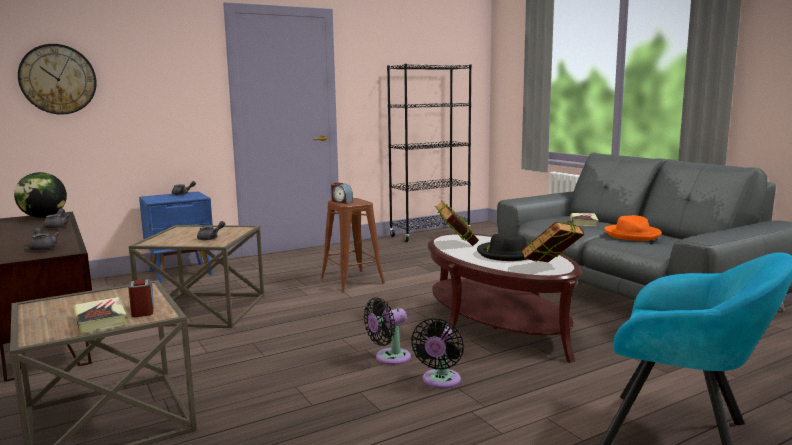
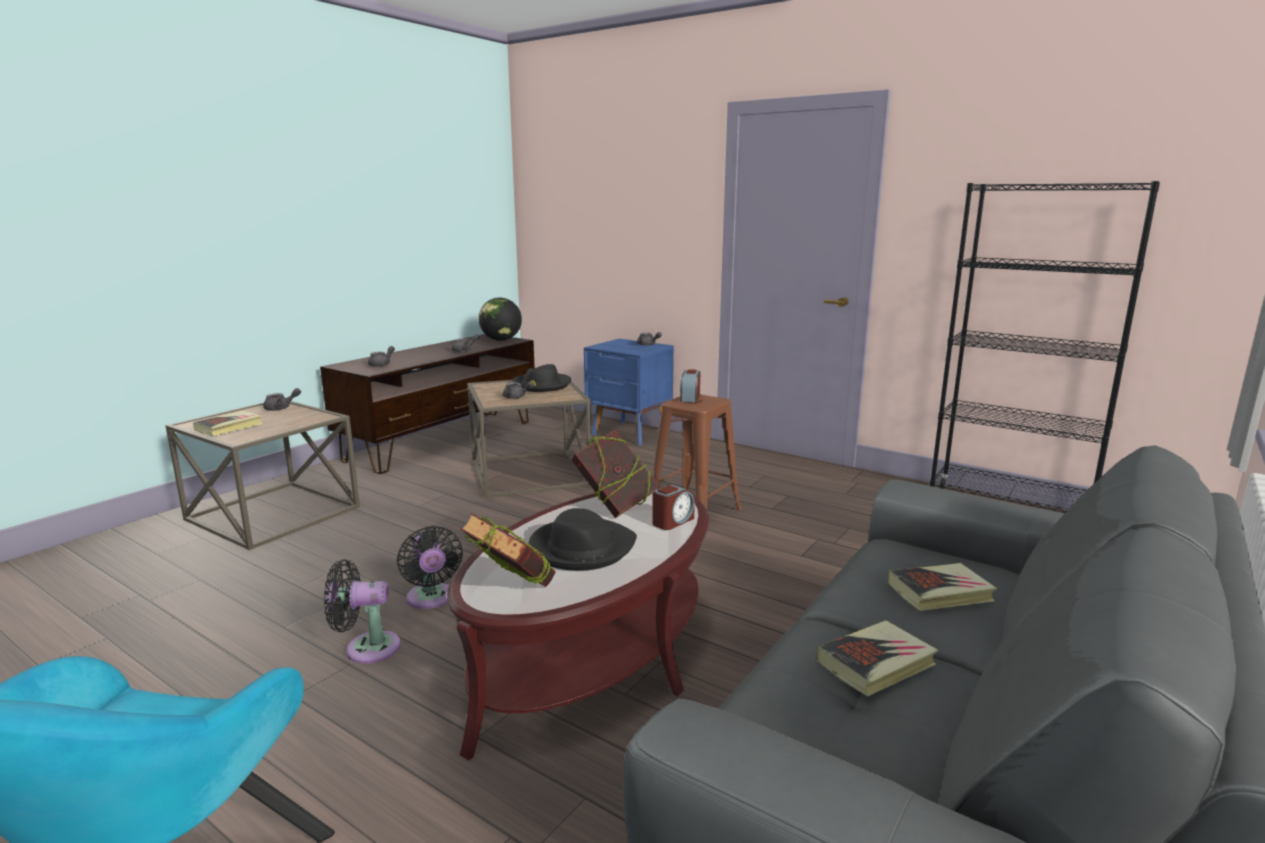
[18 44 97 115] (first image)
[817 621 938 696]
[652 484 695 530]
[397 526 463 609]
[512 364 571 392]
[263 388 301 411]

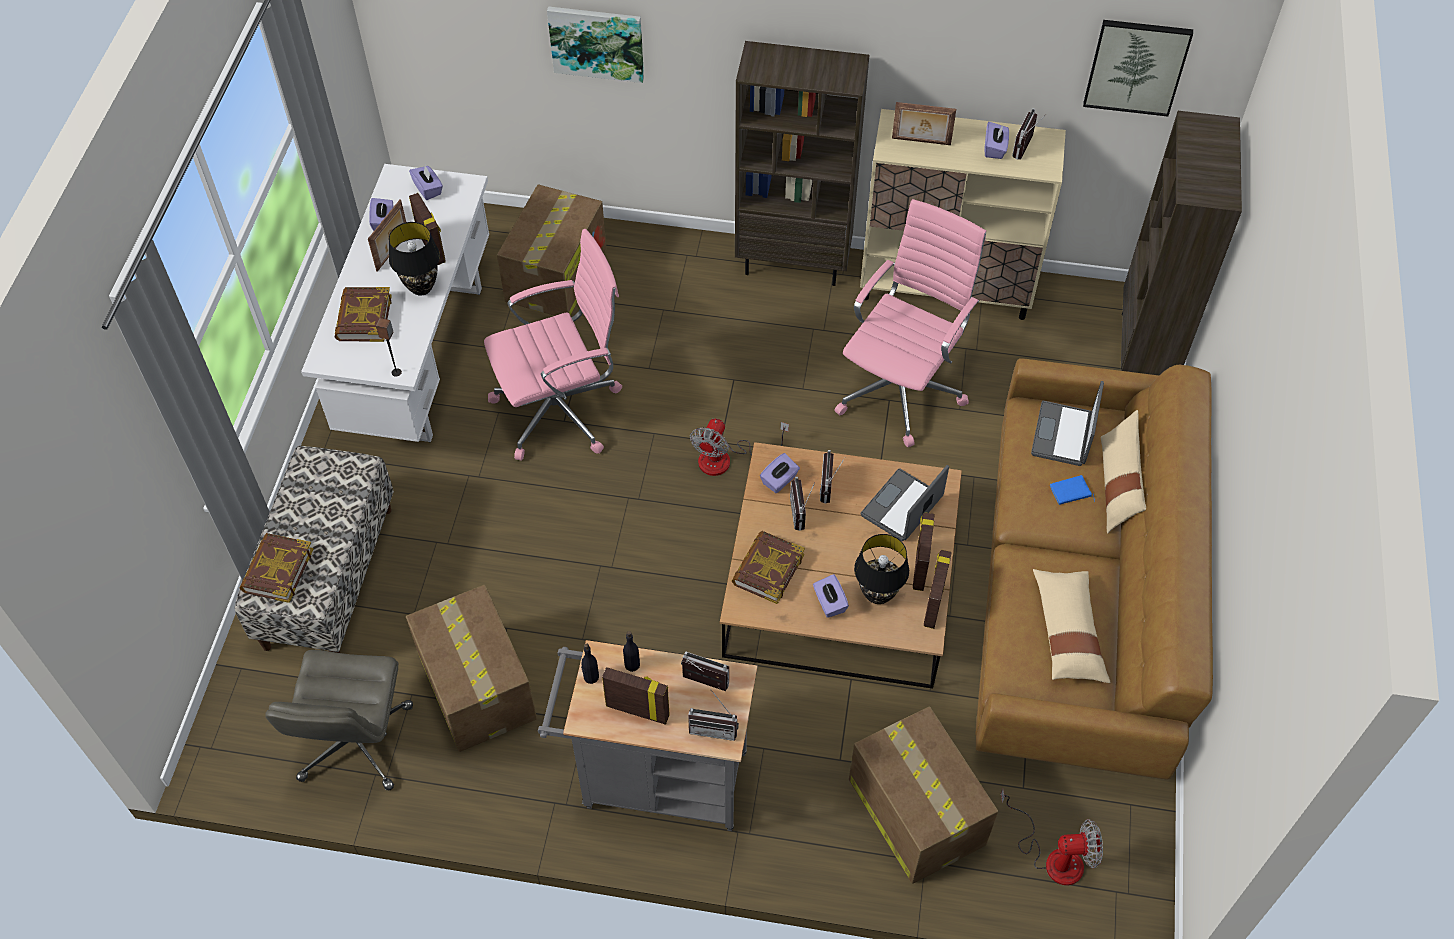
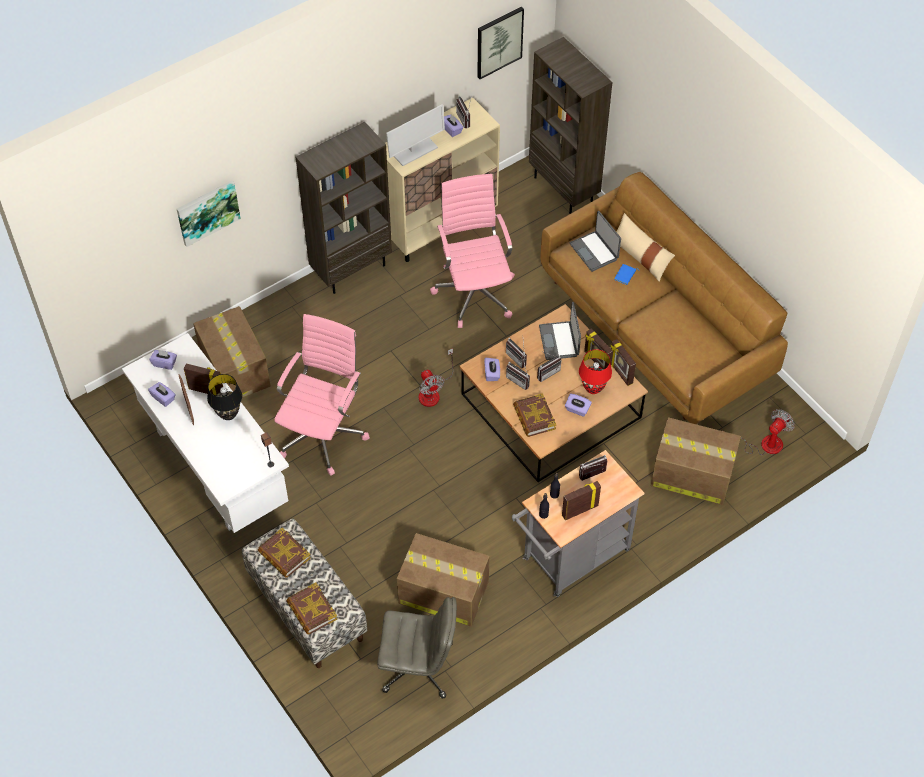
[386 104 445 166]
[258 528 311 577]
[579 349 612 394]
[1033 569 1110 683] (first image)
[377 597 457 698]
[537 352 561 382]

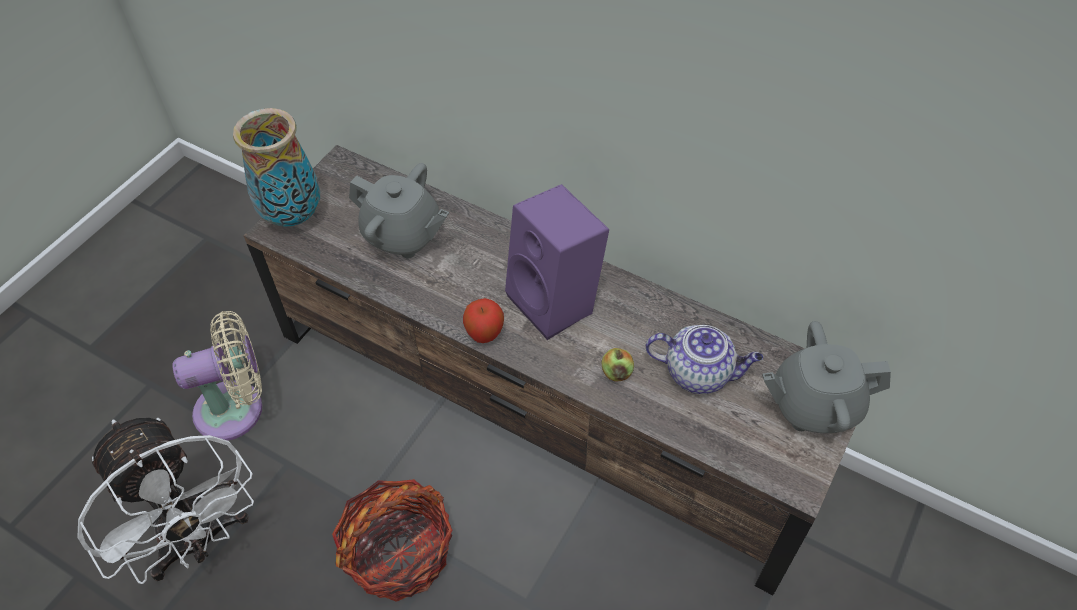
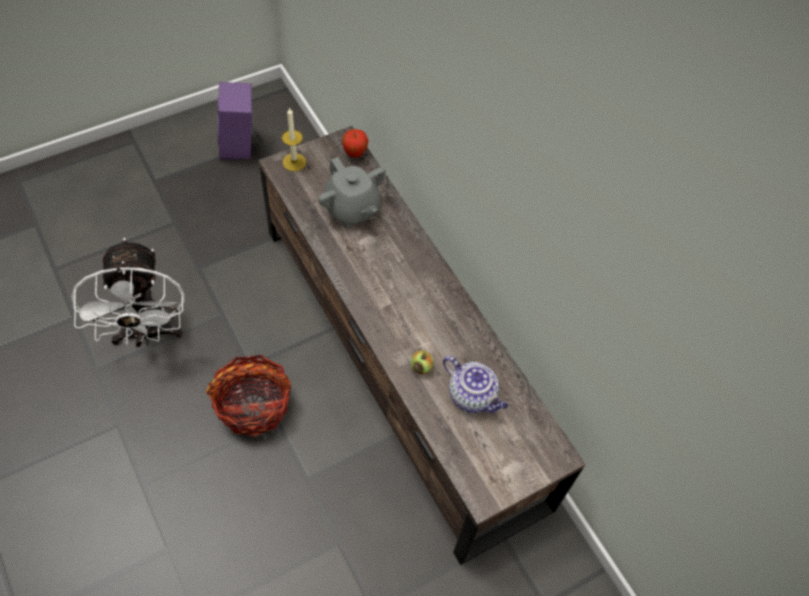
[282 107 306 171]
[218 82 252 160]
[342 129 368 157]
[172 311 262 441] (first image)
[762 321 891 433] (first image)

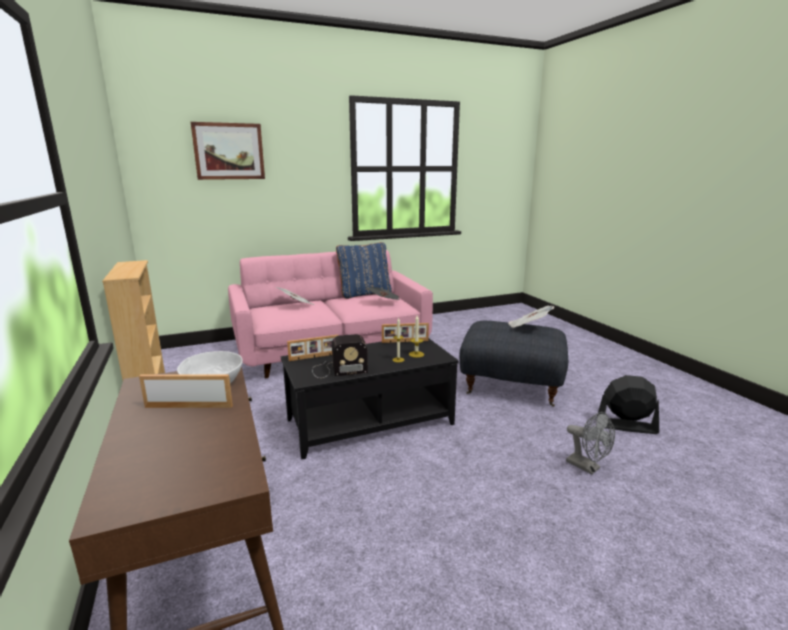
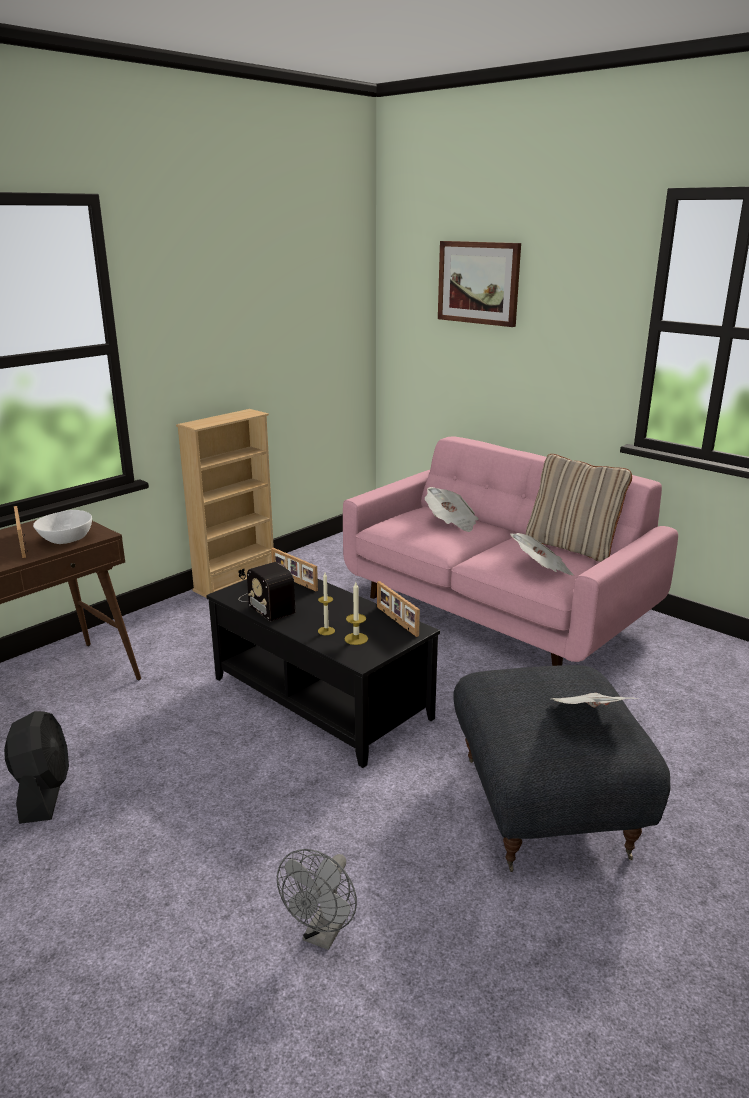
[526 454 632 562]
[4 711 69 824]

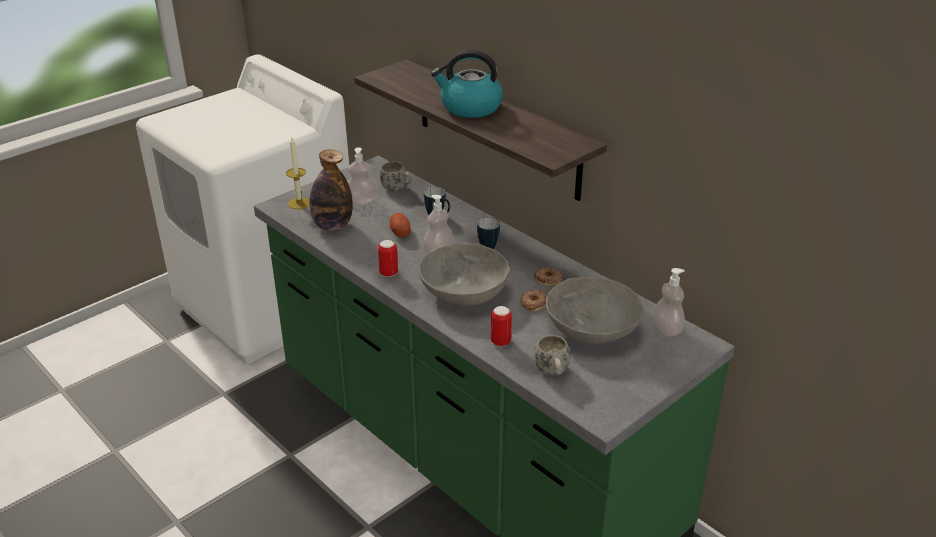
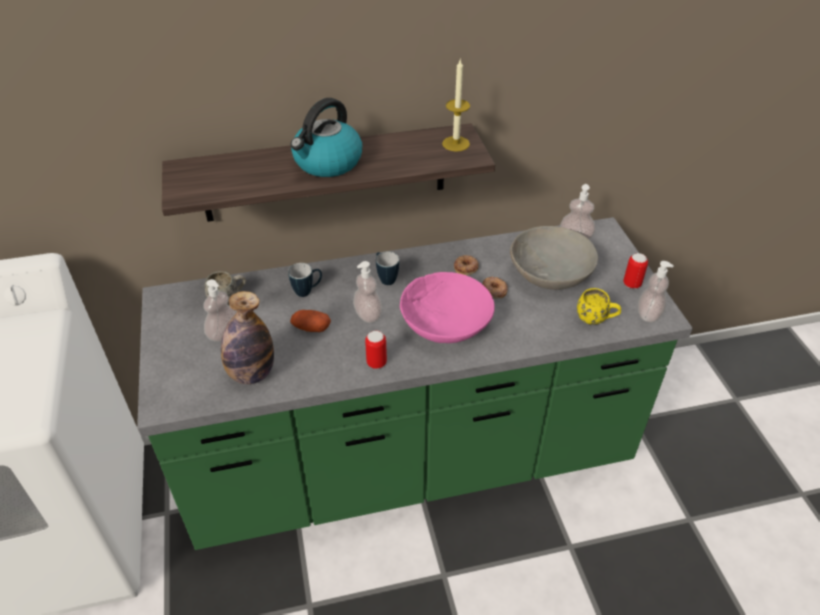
[442 60 470 152]
[400 272 495 343]
[623 253 648 289]
[577 288 621 325]
[638 261 674 323]

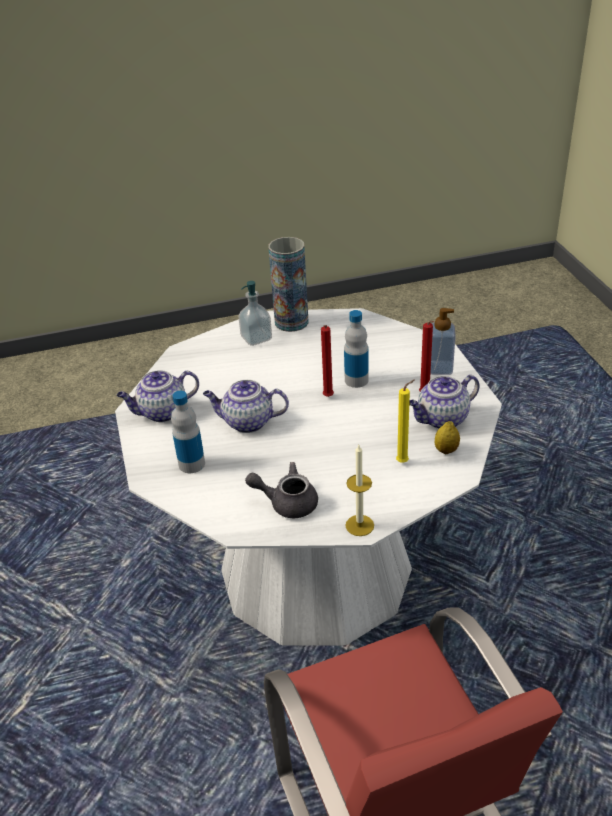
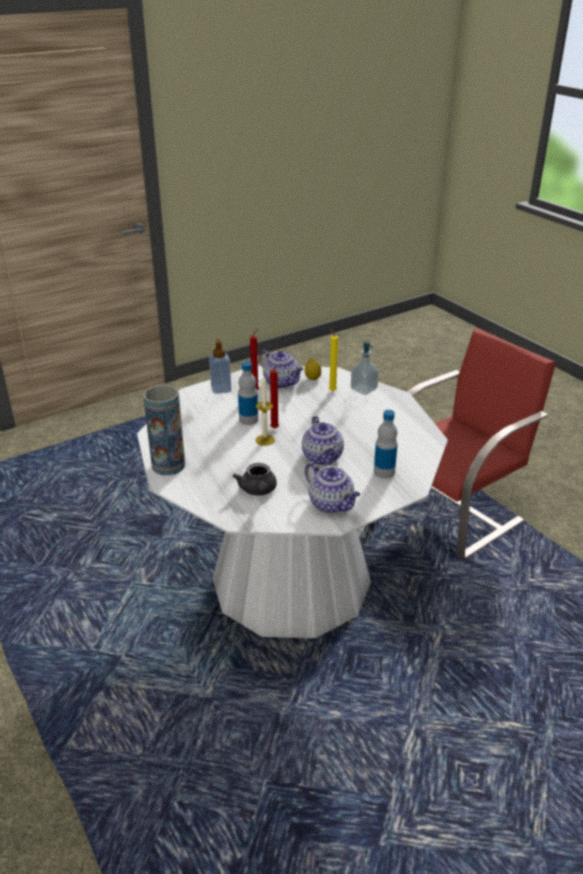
[351 341 379 395]
[255 376 275 446]
[233 463 277 495]

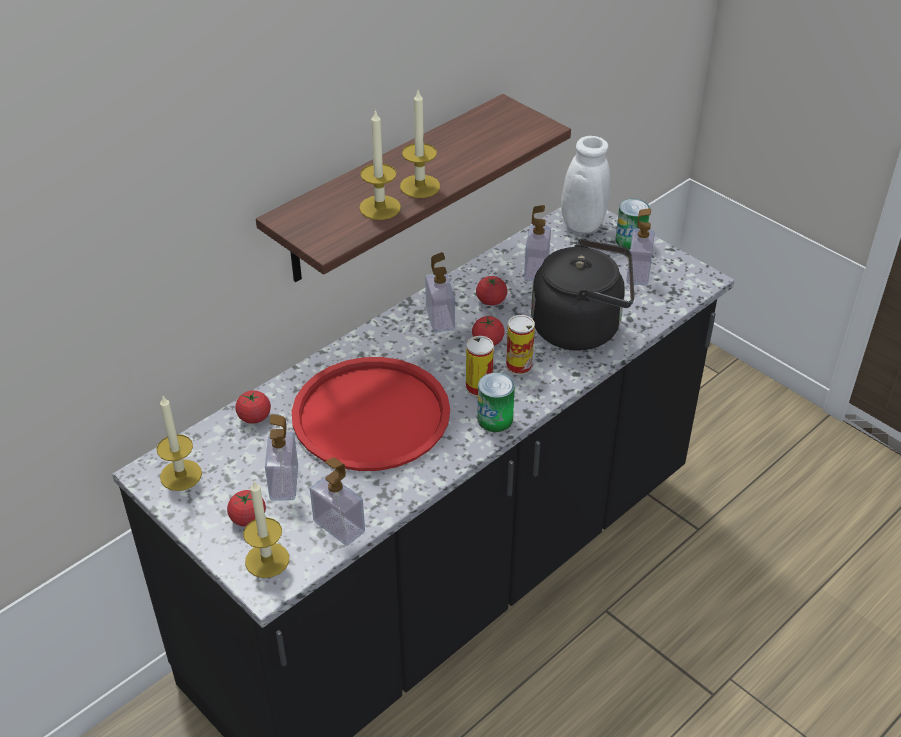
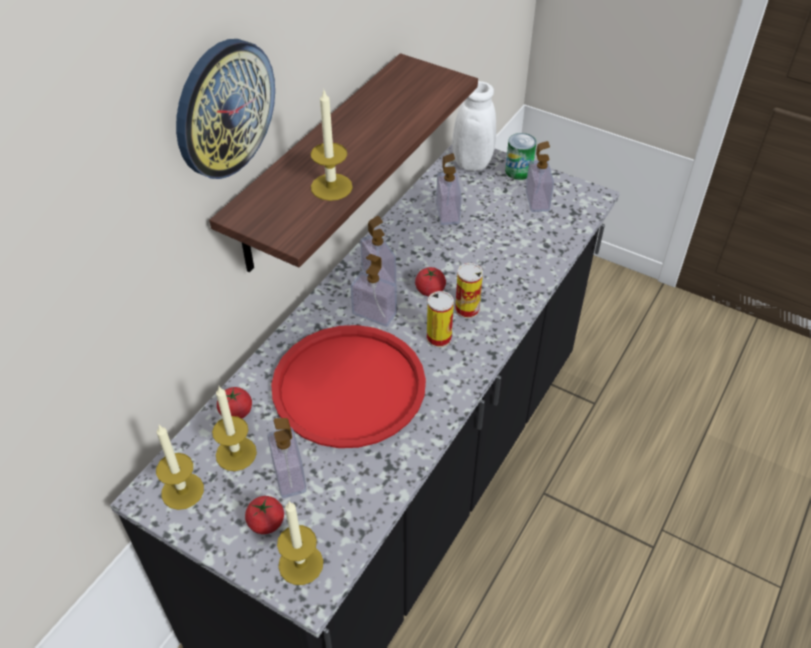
[212 387 257 471]
[531 239 634 351] (first image)
[476 276 507 305] (first image)
[477 373 515 432] (first image)
[351 254 397 327]
[176 39 275 179]

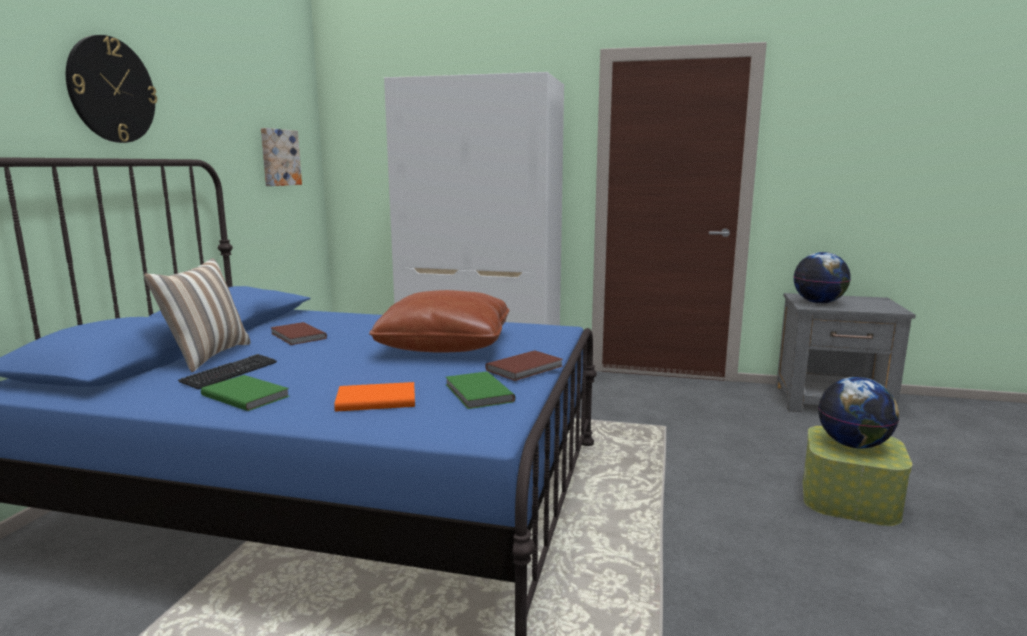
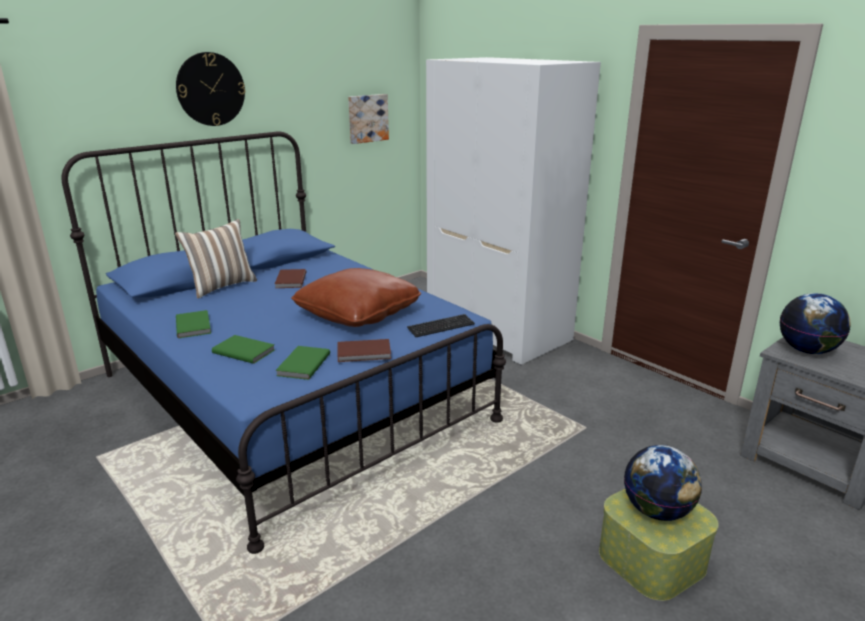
[407 314 475 337]
[212 335 275 364]

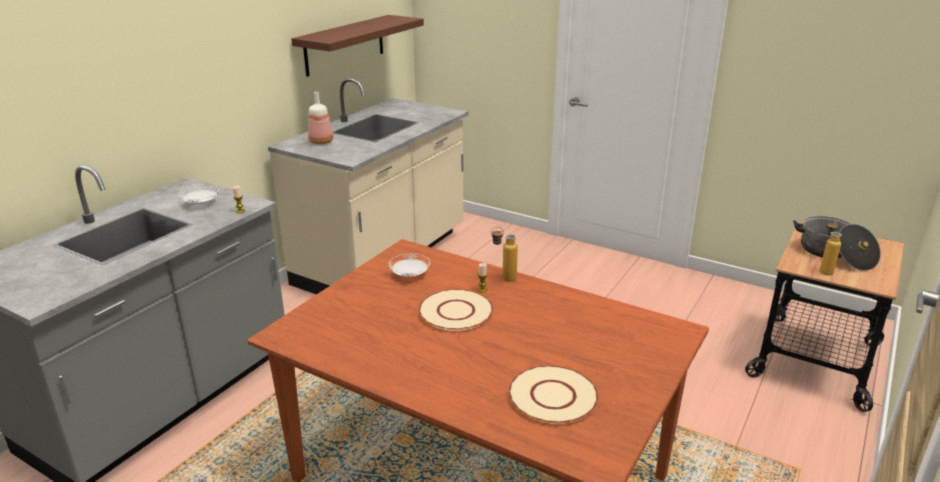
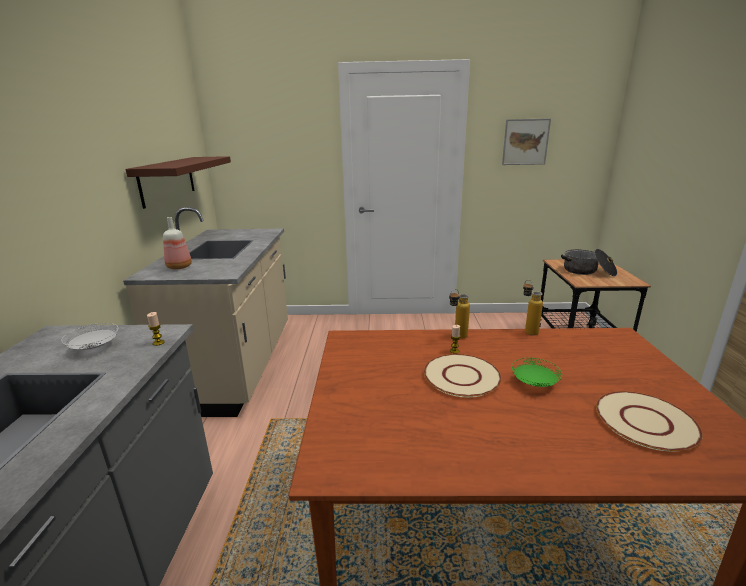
[523 280 543 336]
[389 253 430 277] (first image)
[502 118 551 165]
[511 358 562 387]

